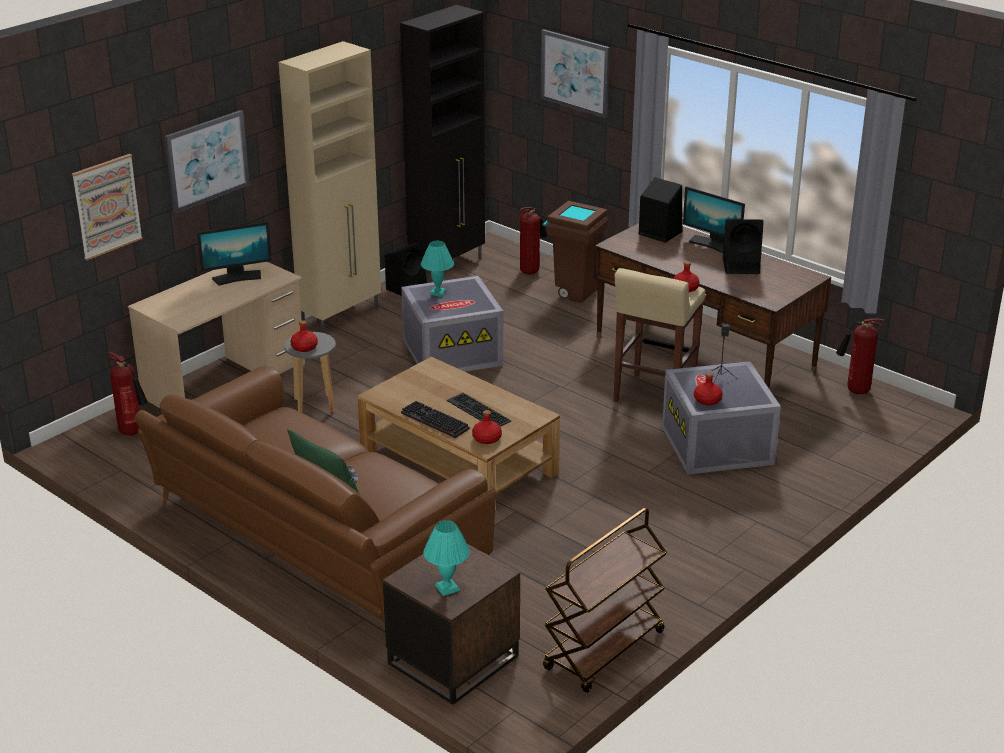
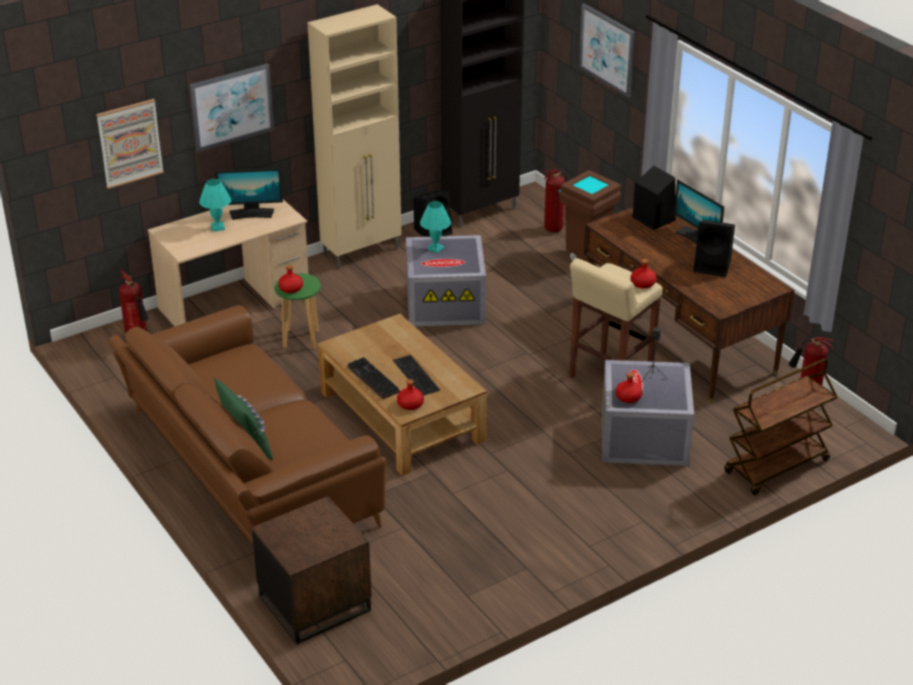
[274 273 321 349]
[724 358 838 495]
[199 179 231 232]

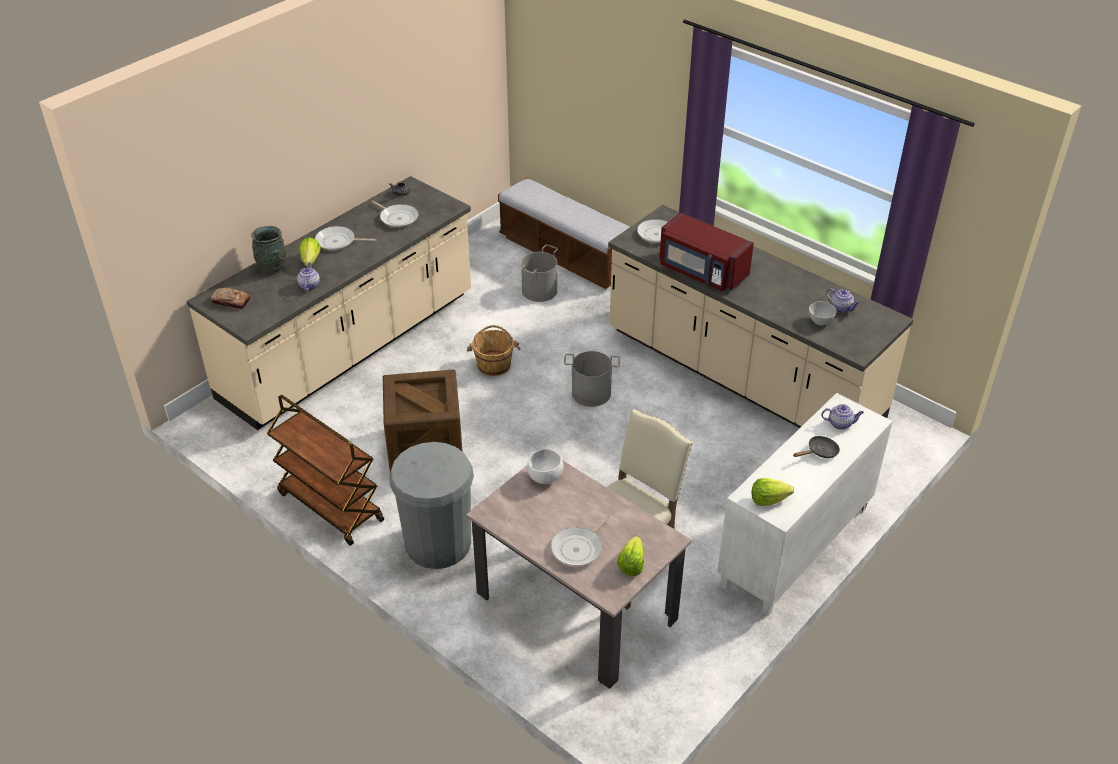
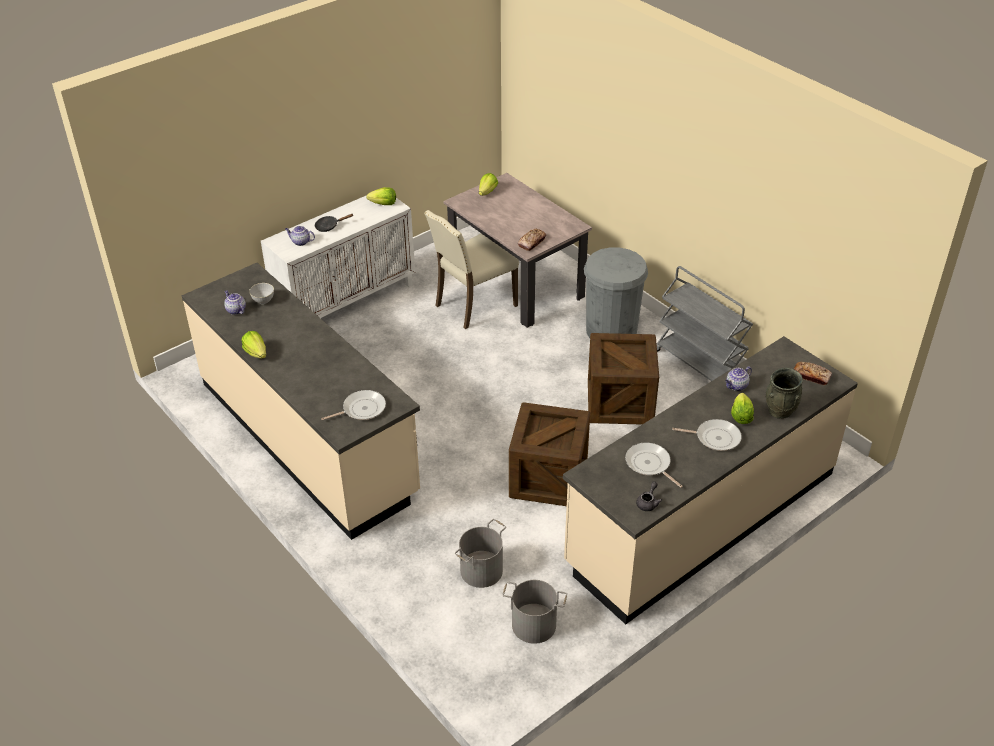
[498 178 630 289] (first image)
[659 213 754 291] (first image)
[725 366 752 391]
[509 402 590 506]
[503 580 567 644]
[657 266 753 381]
[518 229 546 251]
[551 516 611 566] (first image)
[241 331 266 359]

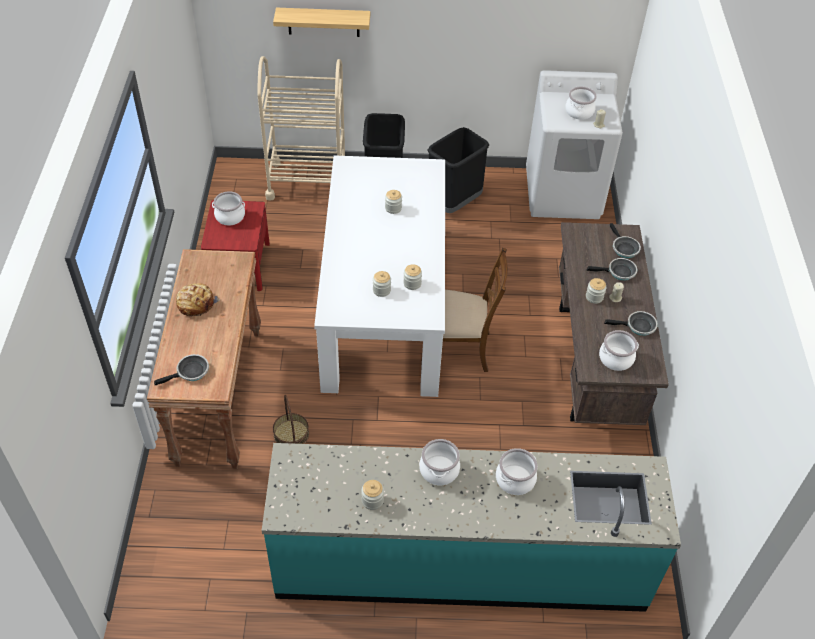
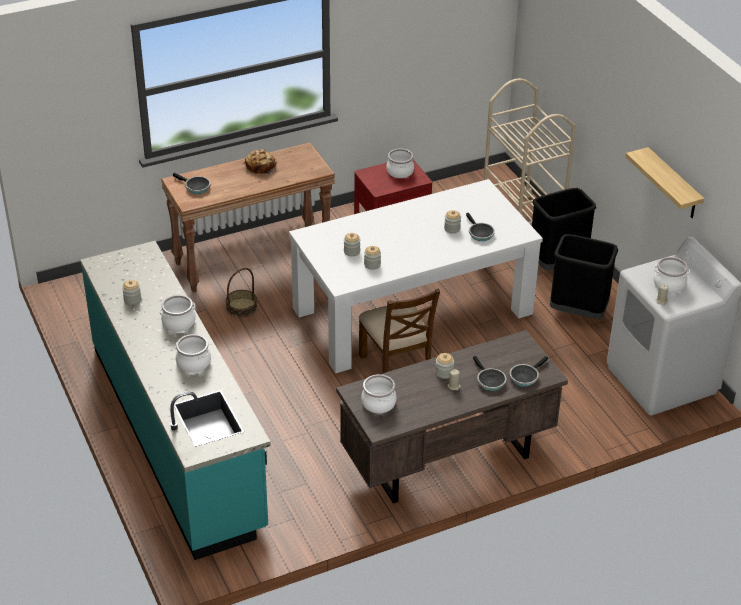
[626 147 704 218]
[466 213 495 241]

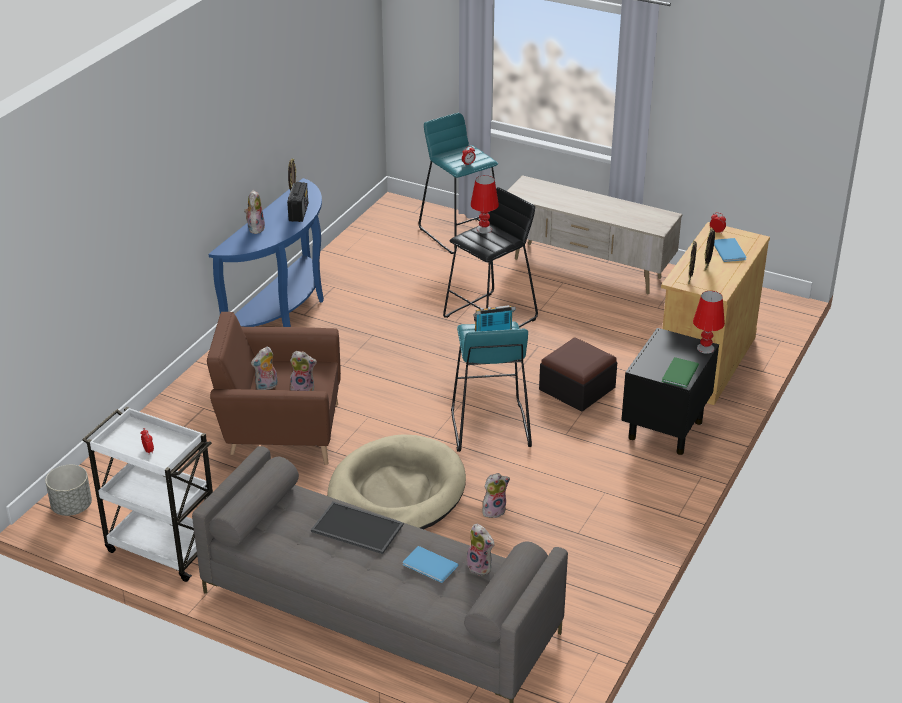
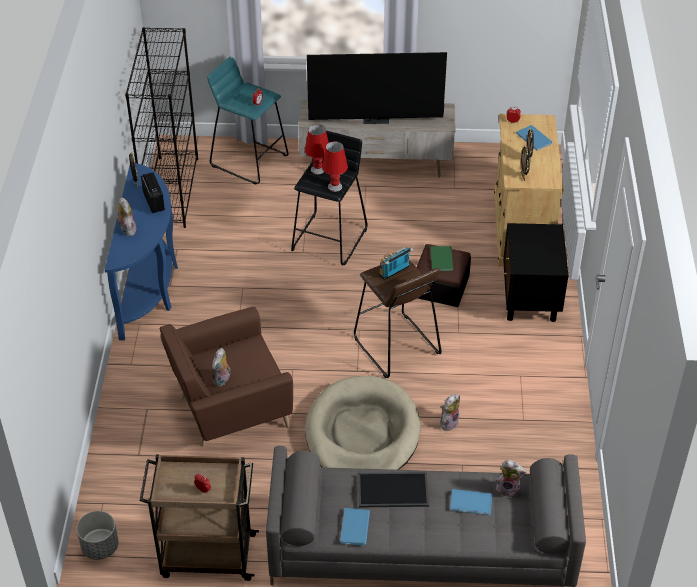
[322 141 348 192]
[354 260 442 378]
[290 351 317 391] (first image)
[430 246 453 271]
[140 454 259 581]
[125 27 198 228]
[307 52 447 124]
[340 508 370 546]

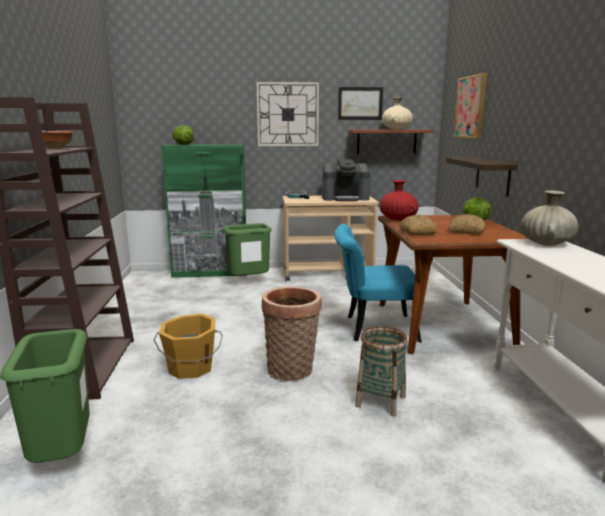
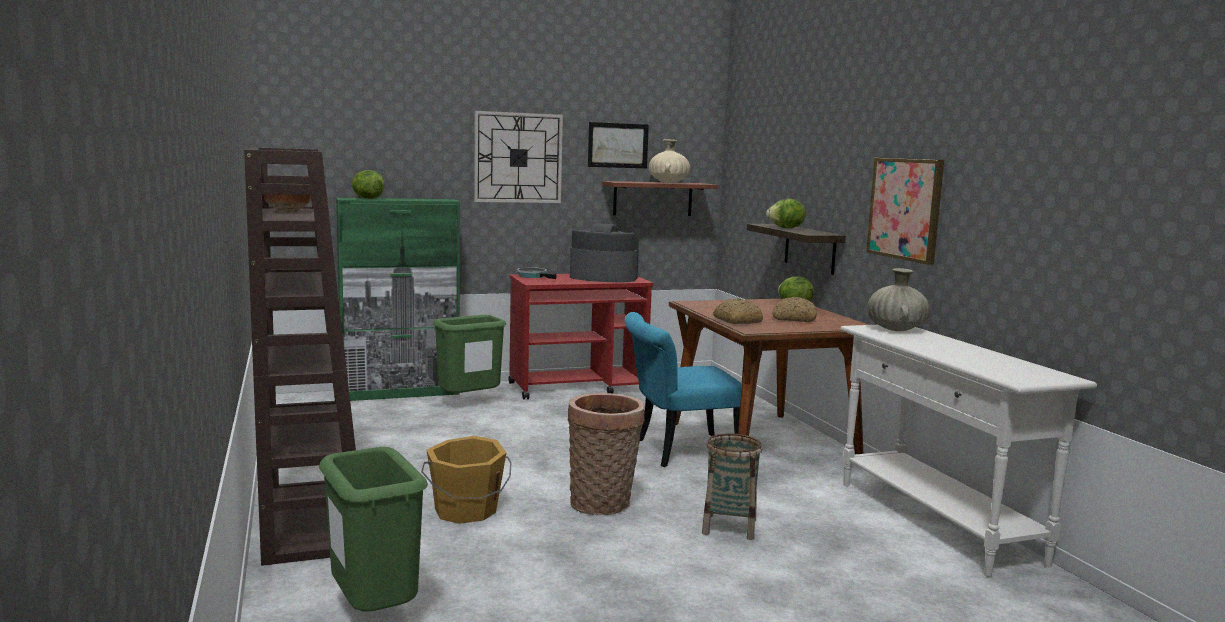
[866 158 944 265]
[570 223 639 282]
[380 180 419 220] (first image)
[508 274 653 400]
[766 199 805 229]

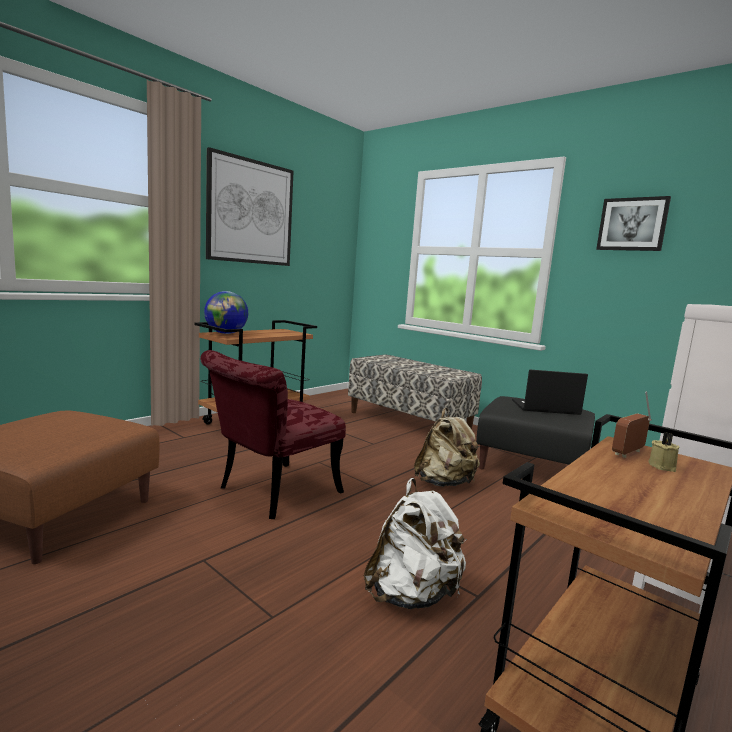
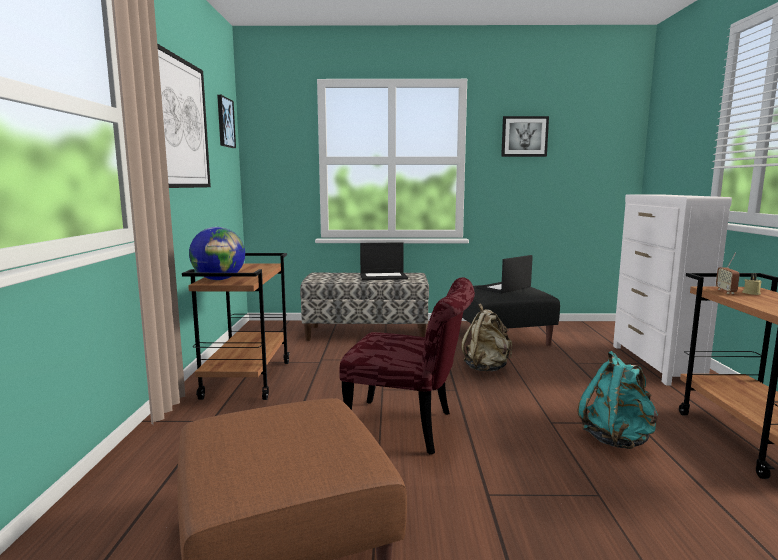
[339 277 475 455]
[578 351 658 449]
[217 95 236 148]
[360 242 408 280]

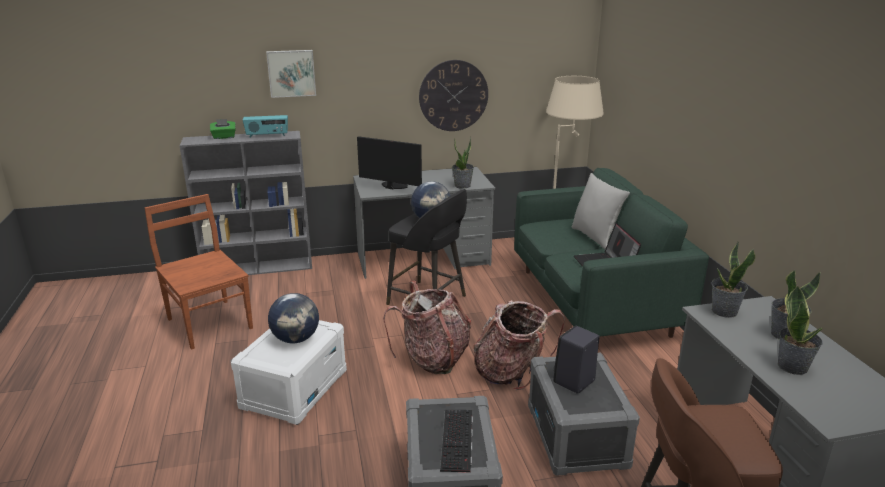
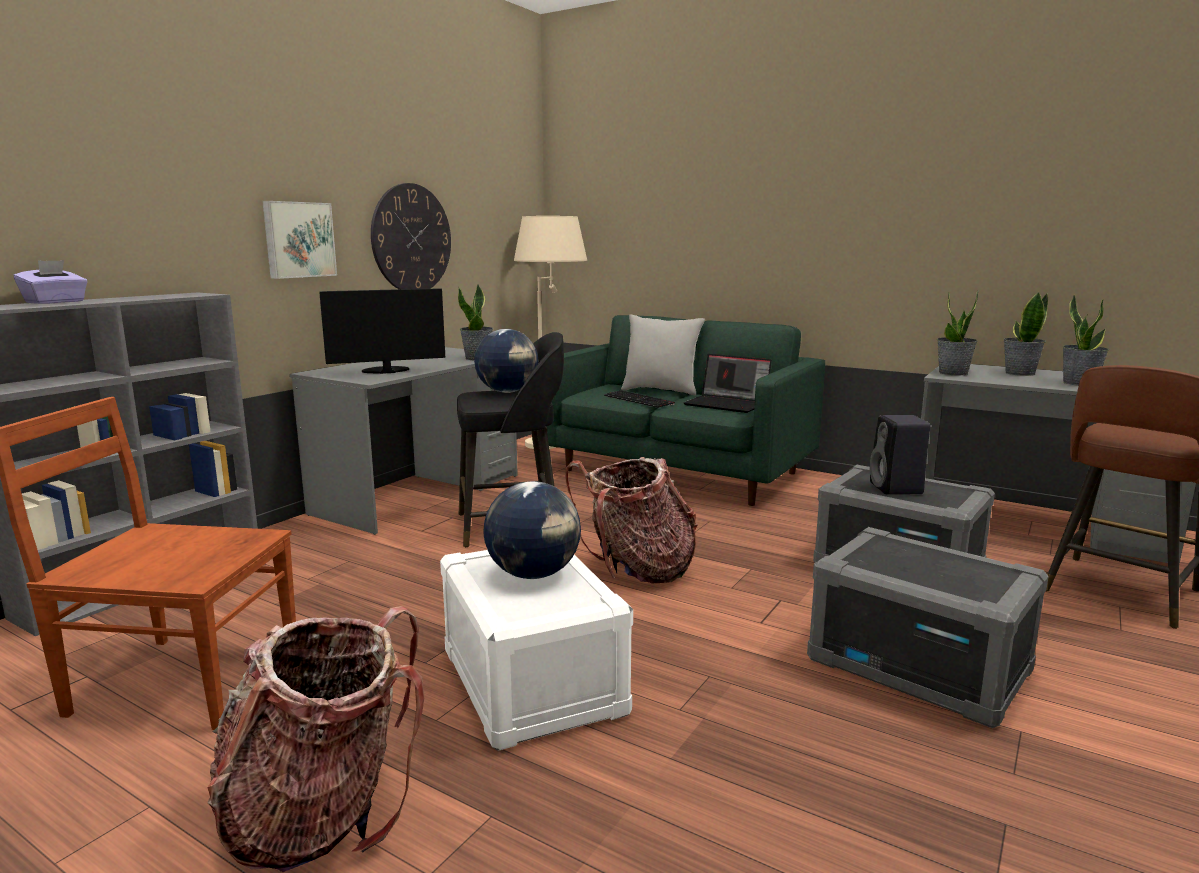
[262 201 337 279]
[243 115 288 138] (first image)
[14 260 88 304]
[207 606 425 872]
[604 390 675 408]

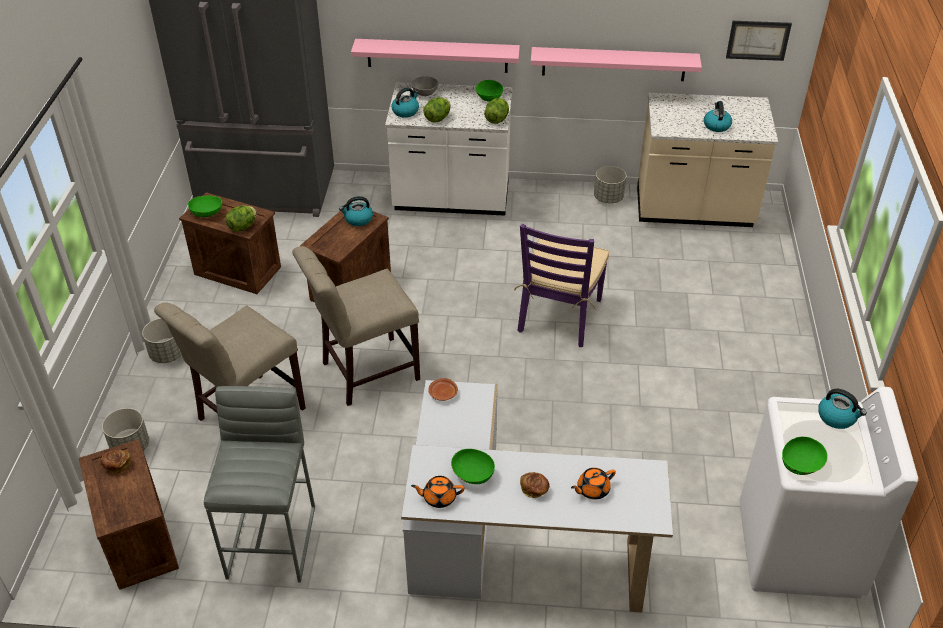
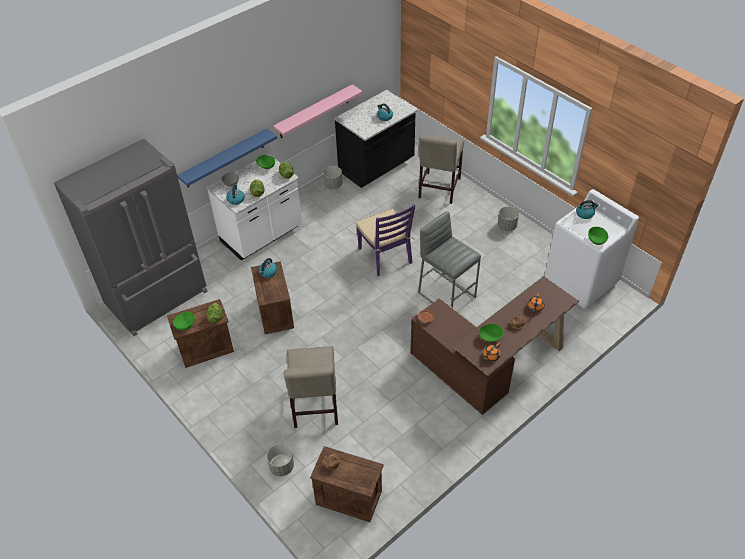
[726 21 792 61] (first image)
[177 128 277 187]
[334 90 418 188]
[418 135 464 204]
[498 206 519 231]
[411 276 579 415]
[418 211 481 307]

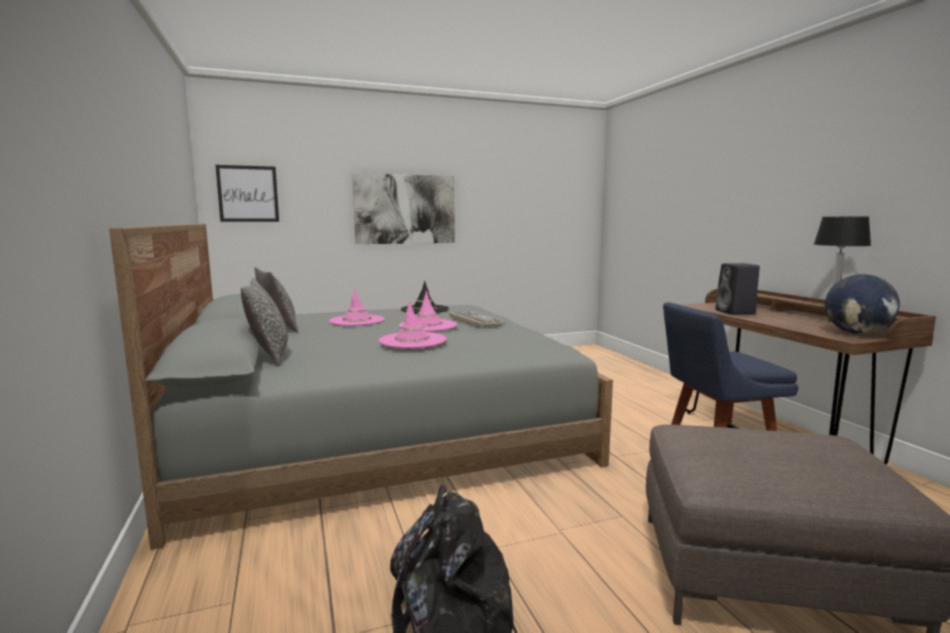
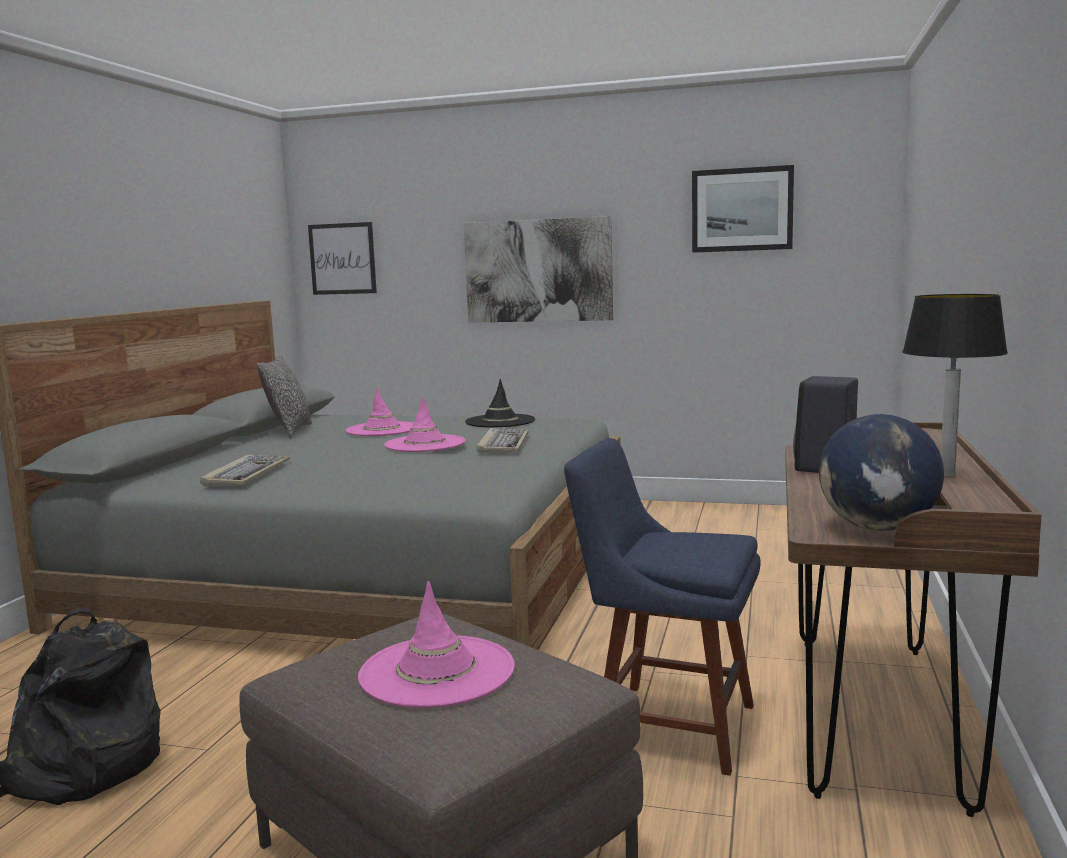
[241 278 288 366] (first image)
[358 581 515 708]
[692 165 794 253]
[200 454 290 486]

